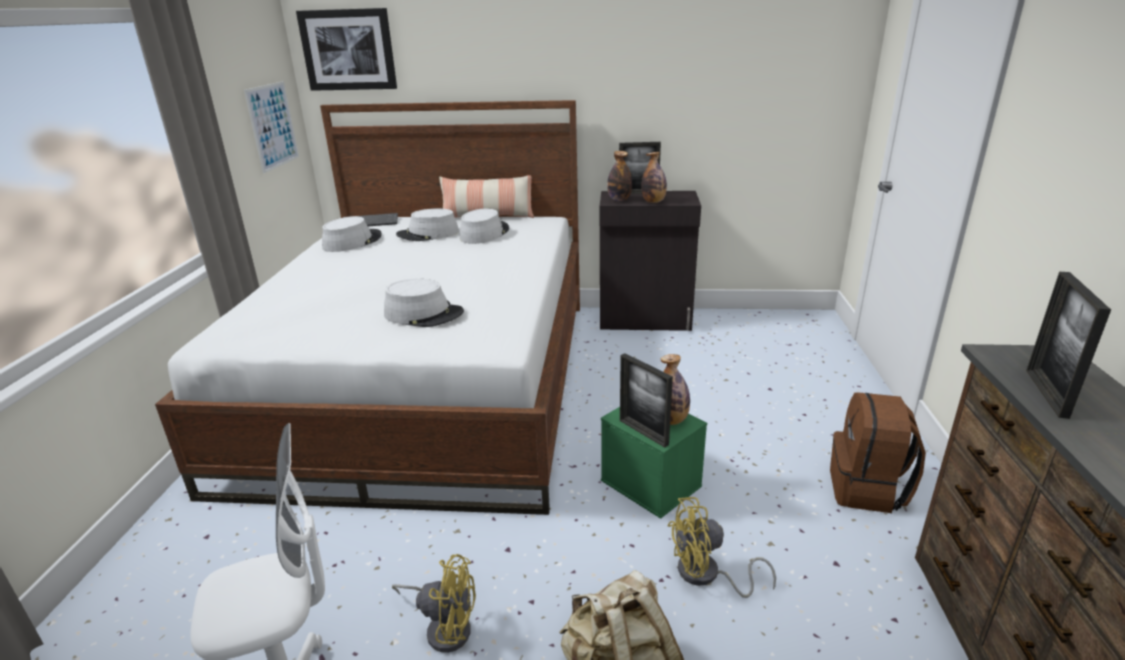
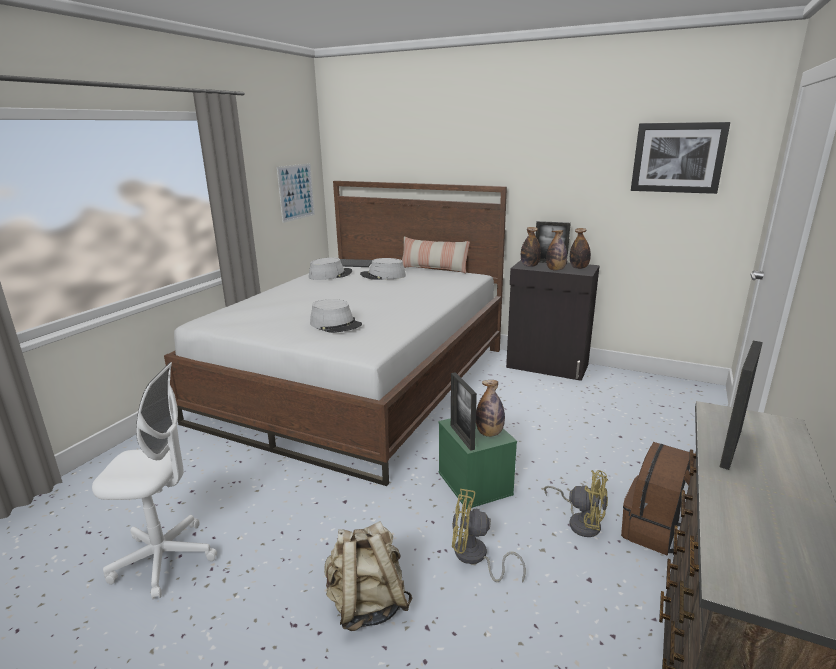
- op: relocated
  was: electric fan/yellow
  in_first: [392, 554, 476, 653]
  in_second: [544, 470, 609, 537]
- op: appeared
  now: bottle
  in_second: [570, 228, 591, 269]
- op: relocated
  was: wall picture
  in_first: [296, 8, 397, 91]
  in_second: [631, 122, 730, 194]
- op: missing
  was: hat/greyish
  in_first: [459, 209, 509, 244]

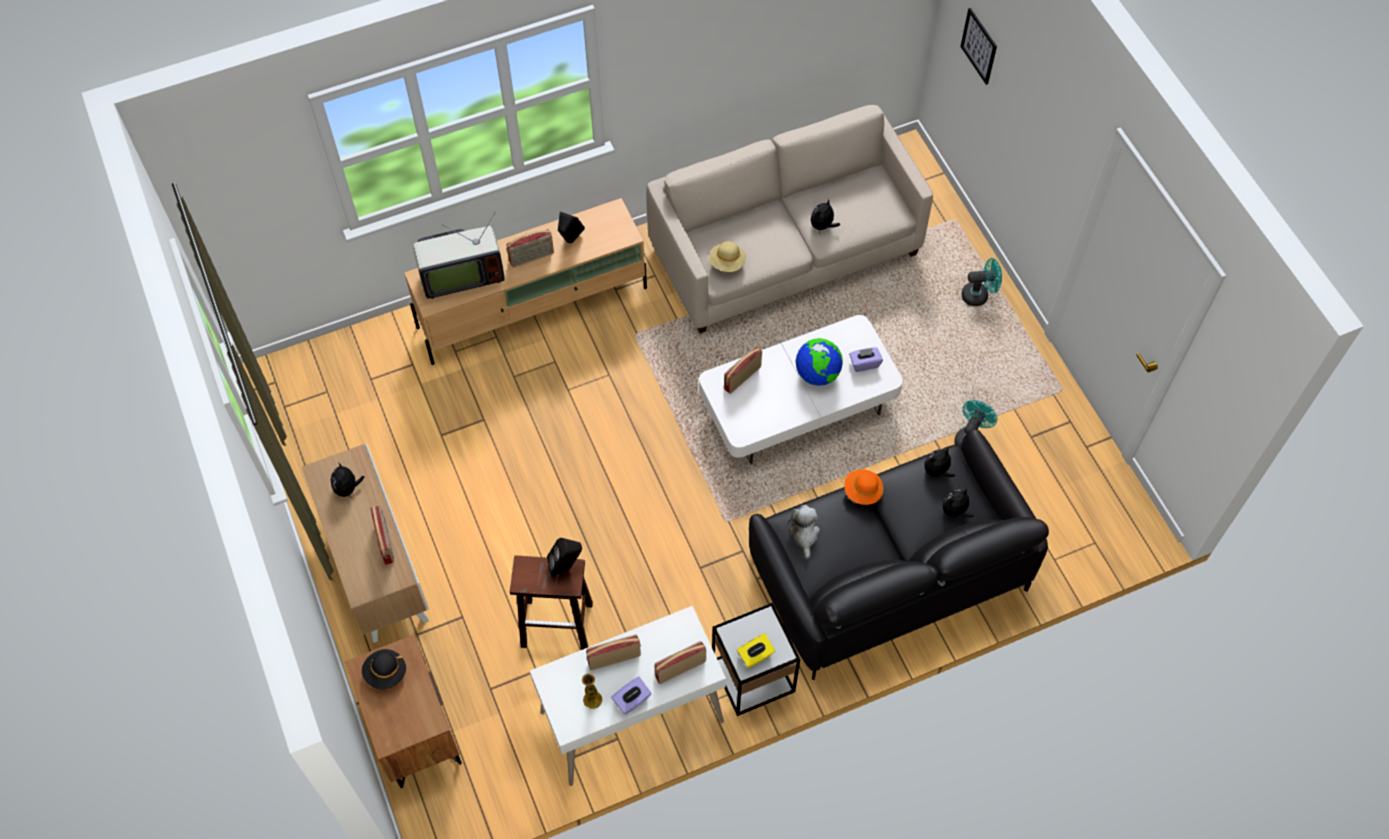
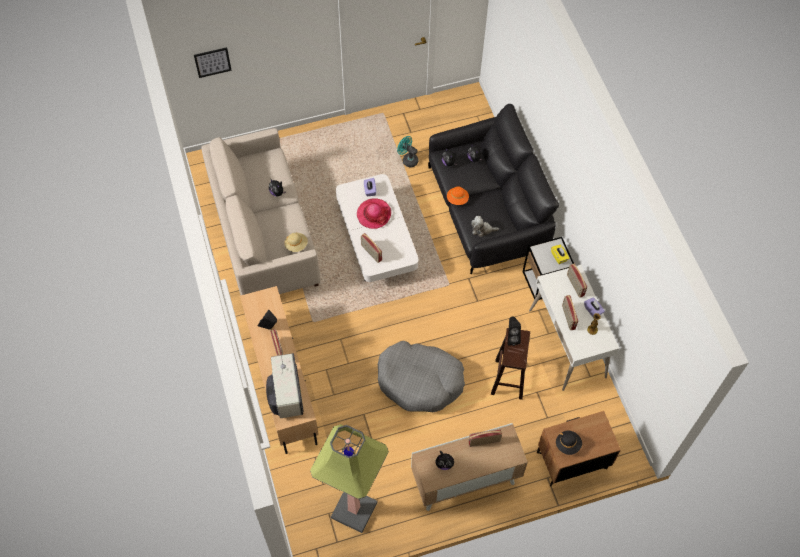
- op: appeared
  now: floor lamp
  in_second: [310, 424, 389, 533]
- op: exchanged
  was: desk globe
  now: hat
  in_first: [796, 338, 843, 386]
  in_second: [357, 198, 391, 229]
- op: appeared
  now: dog cushion/greyish
  in_second: [378, 341, 465, 412]
- op: missing
  was: electric fan/turquoise-coloured
  in_first: [961, 258, 1002, 306]

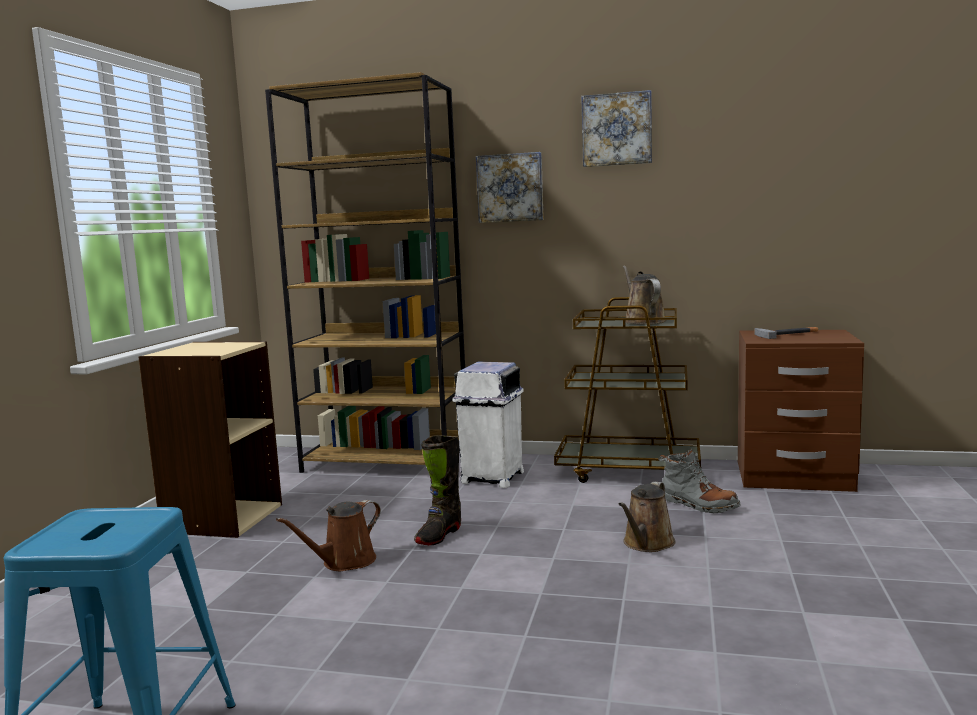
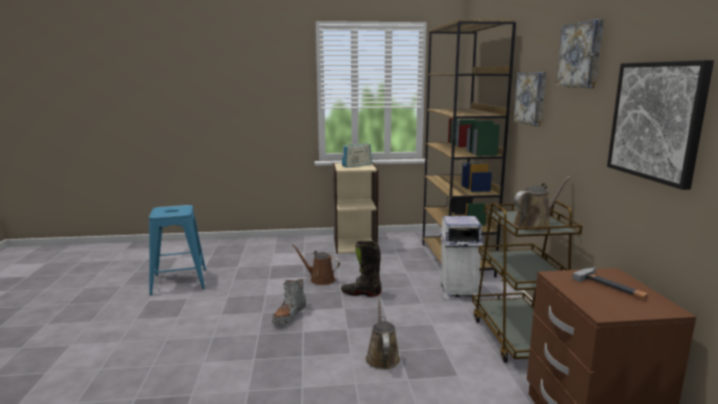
- op: relocated
  was: high-top boot/greyish
  in_first: [658, 449, 741, 514]
  in_second: [272, 279, 306, 325]
- op: appeared
  now: radio receiver
  in_second: [342, 140, 372, 168]
- op: spun
  was: watering pot/brown
  in_first: [618, 482, 676, 552]
  in_second: [366, 297, 400, 370]
  clockwise: 75
- op: appeared
  now: wall picture
  in_second: [607, 60, 714, 190]

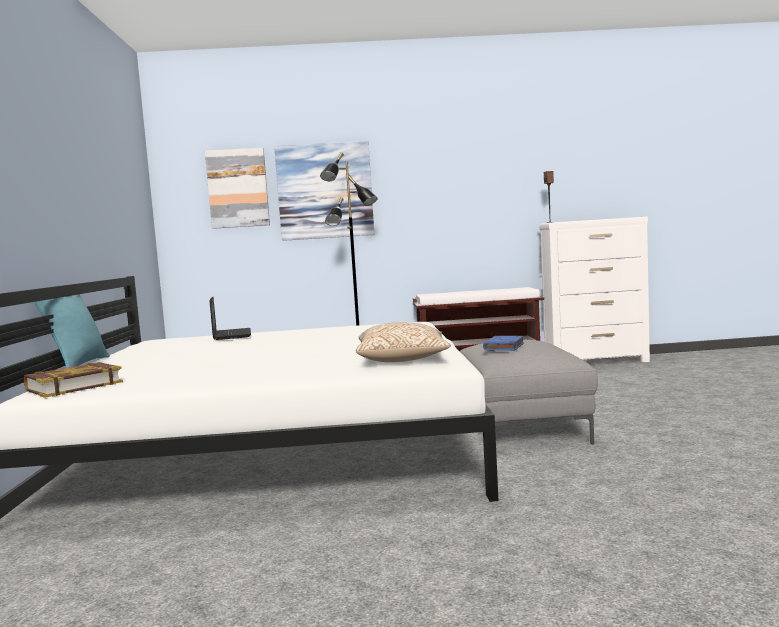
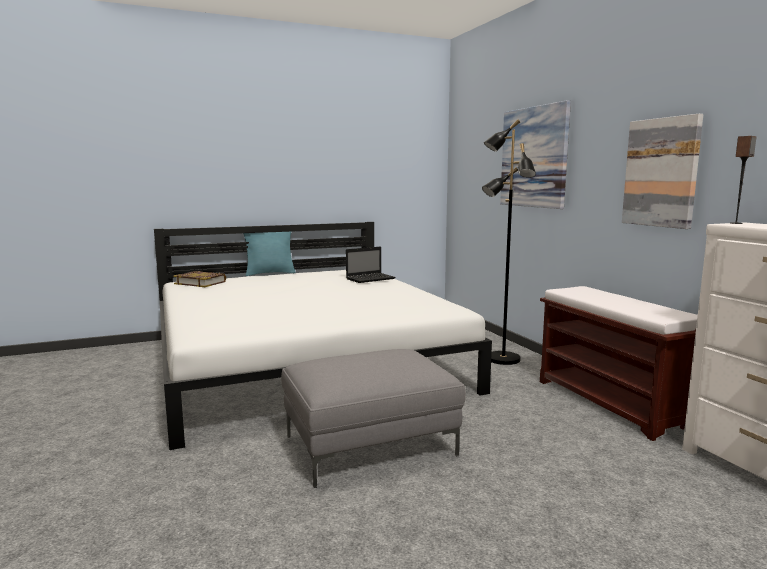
- op: relocated
  was: wall picture
  in_first: [205, 147, 270, 229]
  in_second: [622, 114, 703, 229]
- op: missing
  was: throw pillow
  in_first: [356, 322, 451, 362]
- op: missing
  was: book/blue-coloured
  in_first: [483, 336, 524, 351]

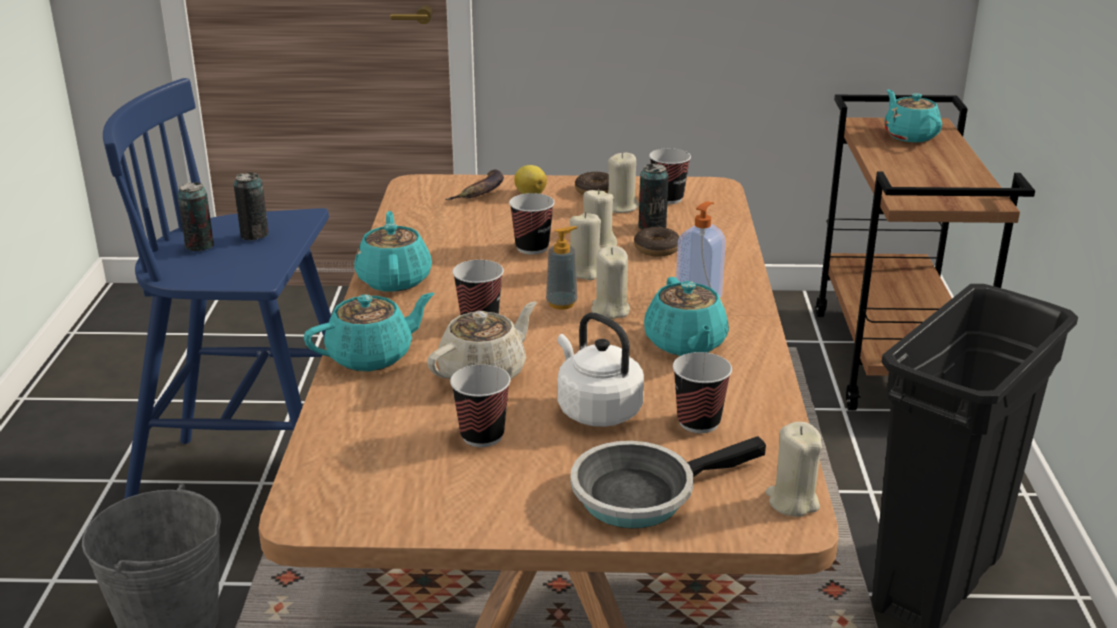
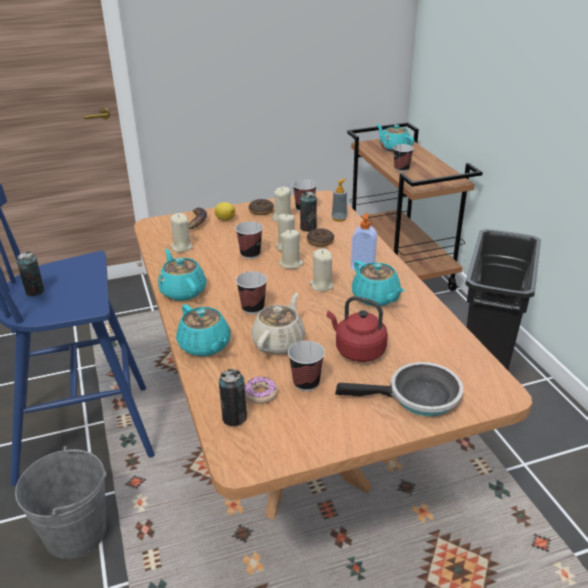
- op: relocated
  was: wax light/beige-coloured
  in_first: [766, 422, 822, 517]
  in_second: [170, 213, 193, 252]
- op: spun
  was: pot for tea/turquoise-coloured
  in_first: [304, 293, 434, 372]
  in_second: [176, 304, 231, 356]
  clockwise: 105
- op: relocated
  was: metal can
  in_first: [234, 172, 269, 240]
  in_second: [219, 369, 247, 426]
- op: appeared
  now: donut
  in_second: [245, 377, 278, 404]
- op: colour
  was: kettle/whitish
  now: kettle/red-coloured
  in_first: [558, 312, 644, 427]
  in_second: [327, 296, 388, 362]
- op: relocated
  was: soap bottle
  in_first: [546, 226, 578, 310]
  in_second: [332, 178, 347, 222]
- op: spun
  was: frying pan
  in_first: [570, 436, 766, 528]
  in_second: [335, 362, 463, 417]
  clockwise: -135
- op: relocated
  was: drinking cup
  in_first: [673, 352, 732, 433]
  in_second: [393, 144, 414, 172]

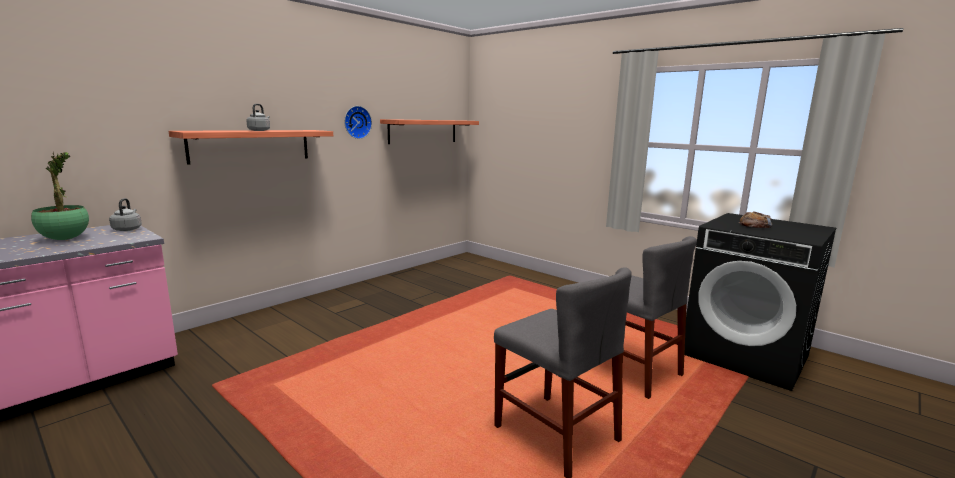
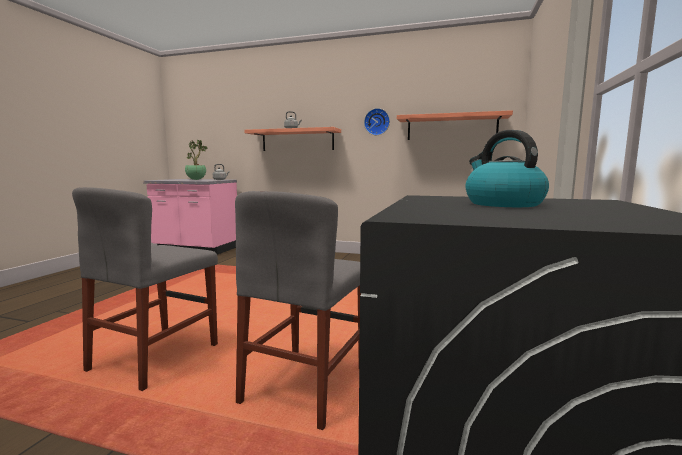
- op: exchanged
  was: bakery bread
  now: kettle
  in_first: [739, 211, 772, 228]
  in_second: [465, 130, 549, 207]

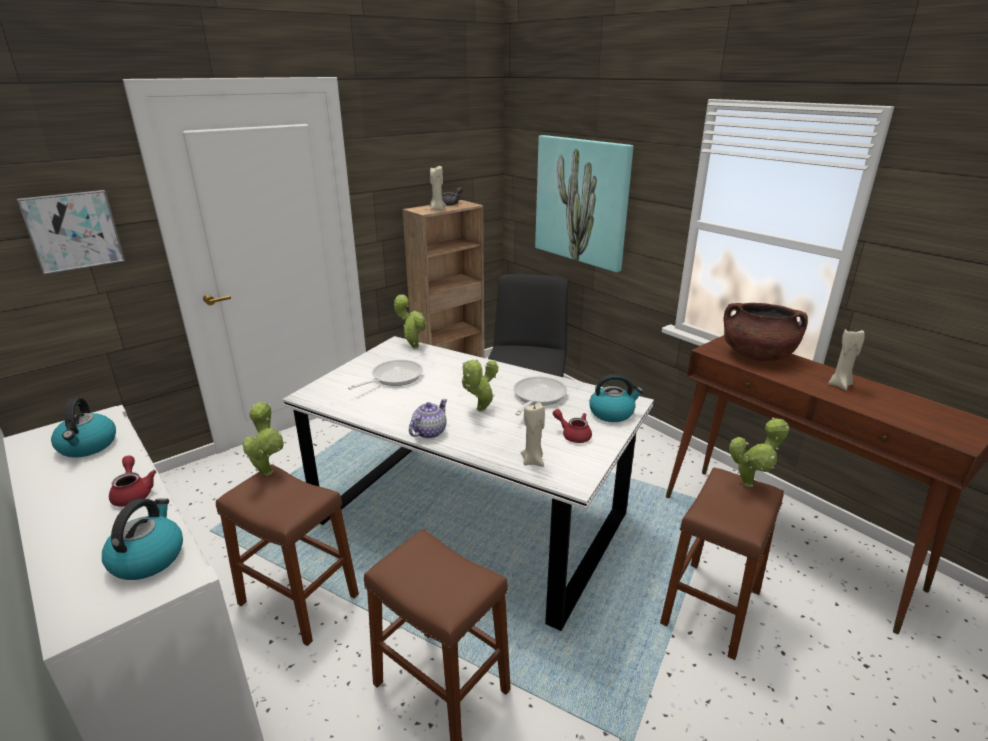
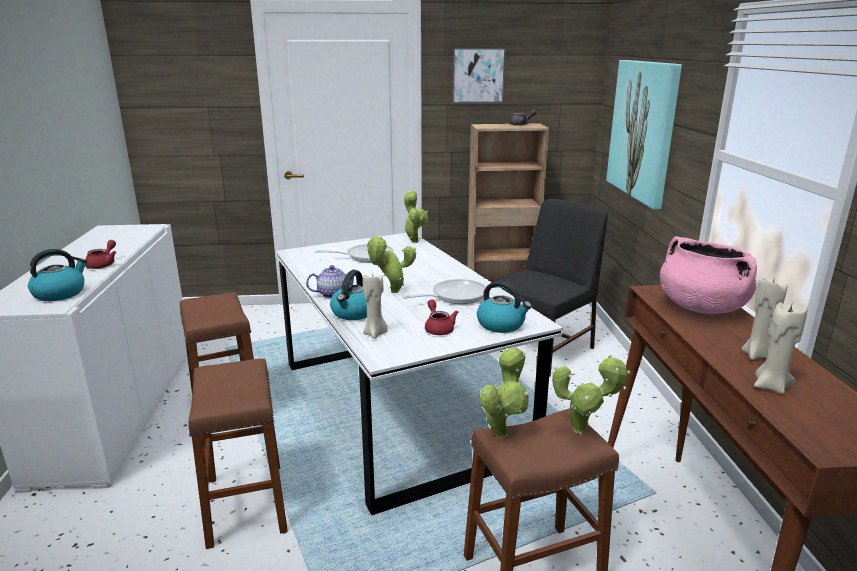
- op: relocated
  was: kettle
  in_first: [51, 397, 116, 458]
  in_second: [330, 270, 367, 320]
- op: relocated
  was: wall picture
  in_first: [17, 190, 125, 275]
  in_second: [453, 48, 506, 103]
- op: relocated
  was: potted plant
  in_first: [242, 402, 284, 476]
  in_second: [480, 347, 529, 439]
- op: colour
  was: cooking pot/brown
  now: cooking pot/pinkish
  in_first: [723, 303, 808, 361]
  in_second: [660, 236, 757, 314]
- op: relocated
  was: wax light/beige-coloured
  in_first: [430, 166, 446, 210]
  in_second: [754, 302, 807, 394]

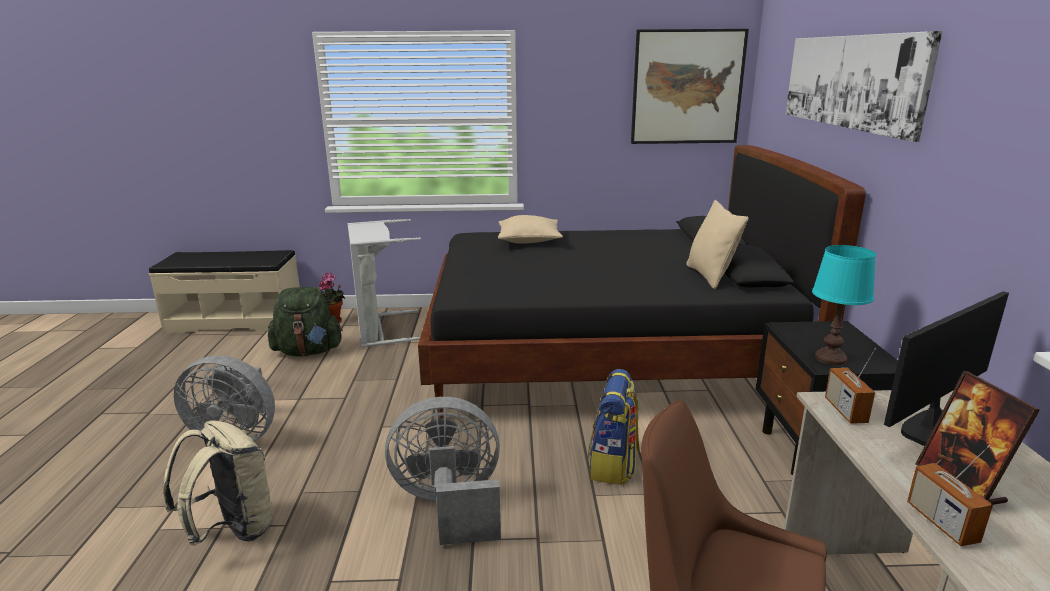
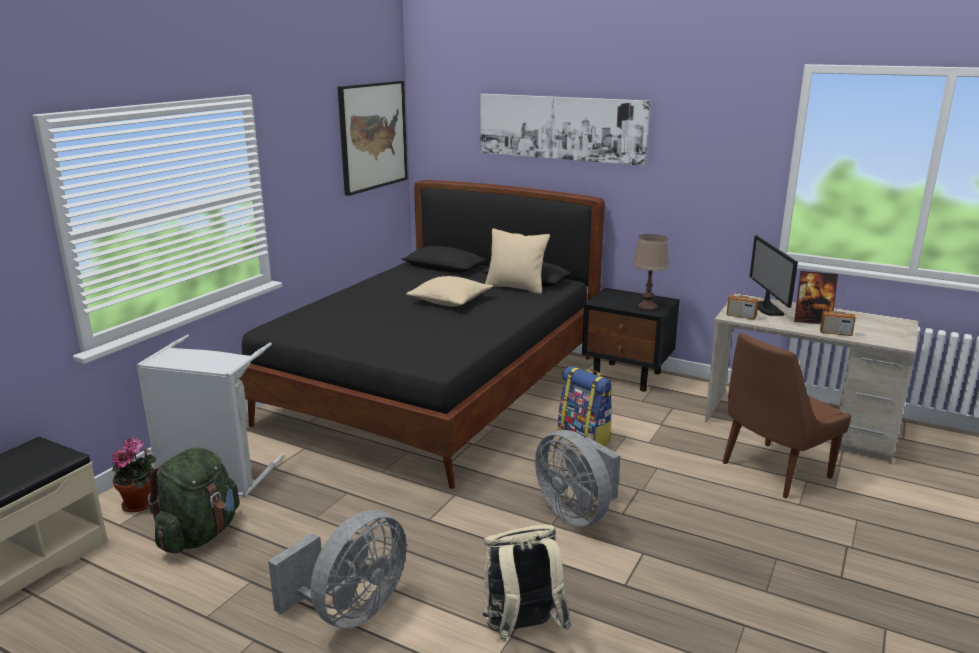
- op: relocated
  was: throw pillow/beige-coloured
  in_first: [498, 215, 563, 244]
  in_second: [406, 276, 493, 306]
- op: spun
  was: electric fan/greyish
  in_first: [385, 397, 501, 545]
  in_second: [535, 430, 620, 527]
  clockwise: -60
- op: colour
  was: table lamp/turquoise-coloured
  now: table lamp/brown
  in_first: [812, 245, 876, 365]
  in_second: [633, 234, 669, 311]

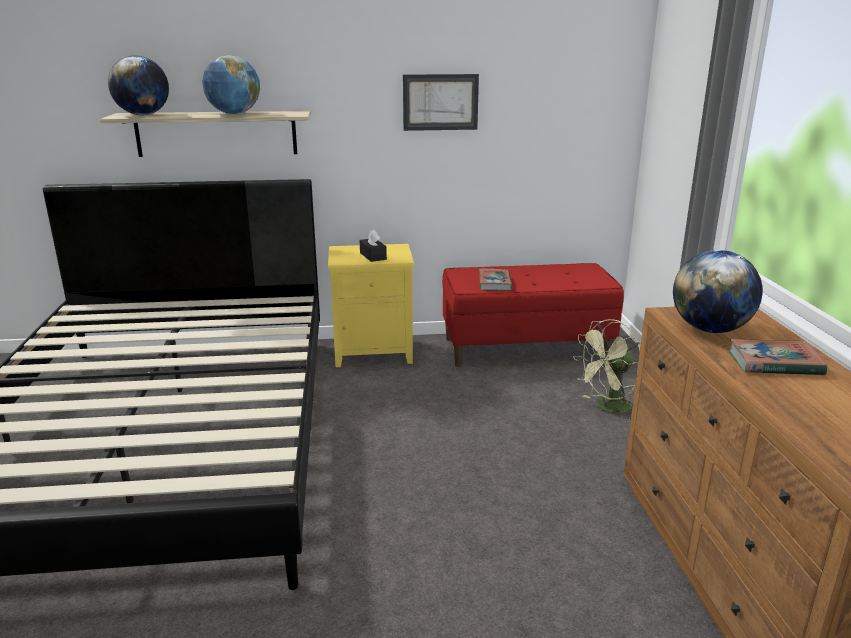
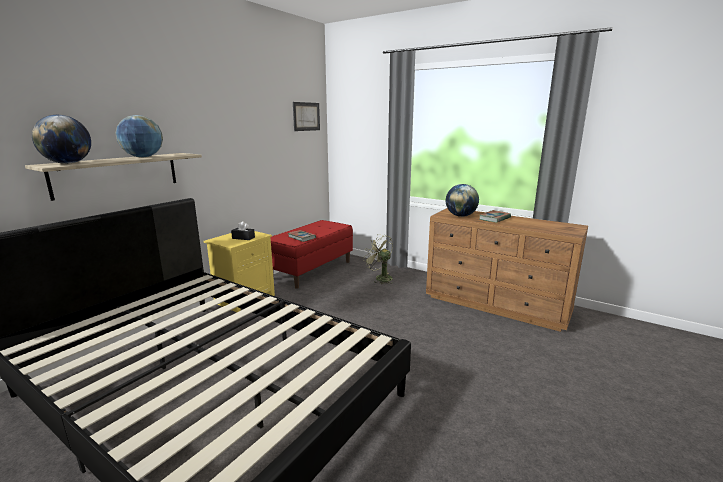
- op: relocated
  was: wall picture
  in_first: [403, 74, 479, 131]
  in_second: [293, 102, 320, 131]
- op: spun
  was: electric fan/green
  in_first: [573, 319, 640, 419]
  in_second: [363, 234, 393, 284]
  clockwise: 120

